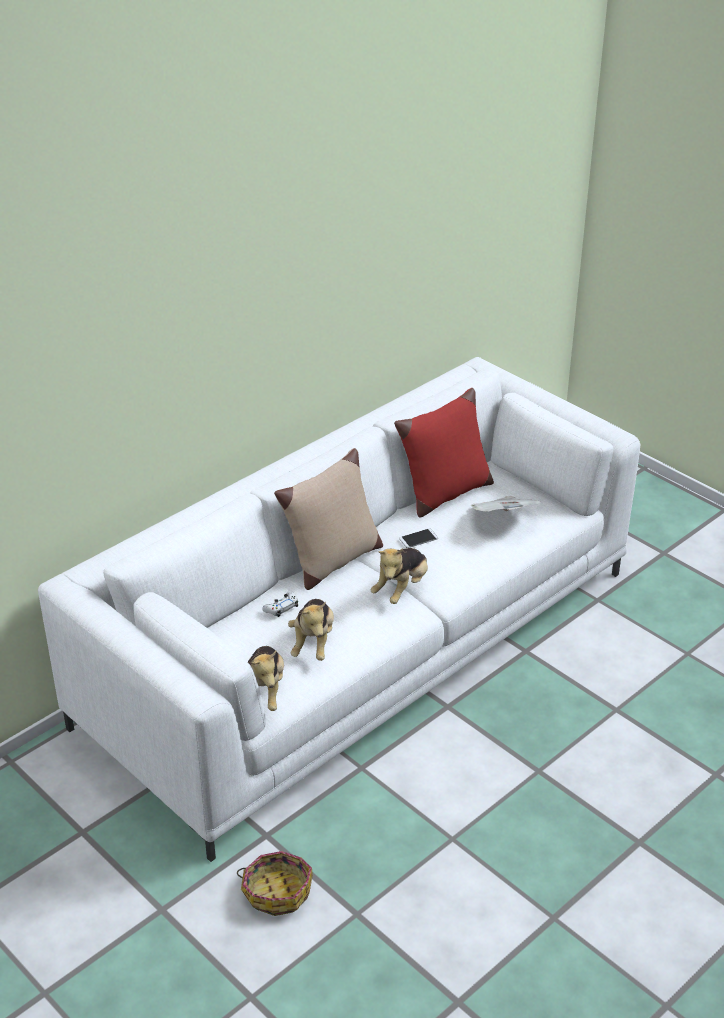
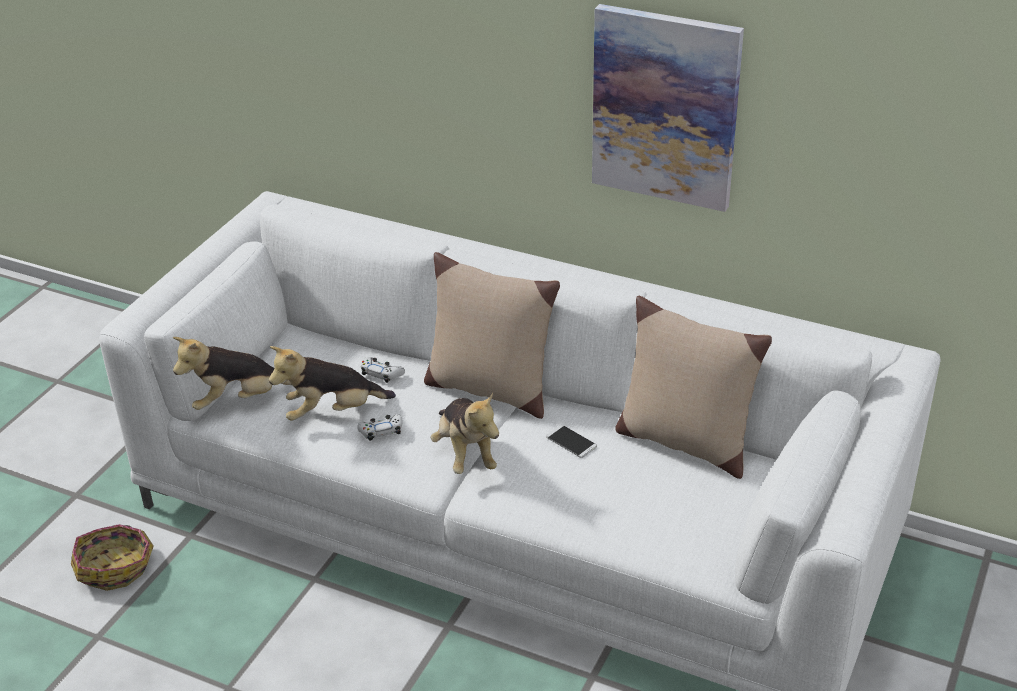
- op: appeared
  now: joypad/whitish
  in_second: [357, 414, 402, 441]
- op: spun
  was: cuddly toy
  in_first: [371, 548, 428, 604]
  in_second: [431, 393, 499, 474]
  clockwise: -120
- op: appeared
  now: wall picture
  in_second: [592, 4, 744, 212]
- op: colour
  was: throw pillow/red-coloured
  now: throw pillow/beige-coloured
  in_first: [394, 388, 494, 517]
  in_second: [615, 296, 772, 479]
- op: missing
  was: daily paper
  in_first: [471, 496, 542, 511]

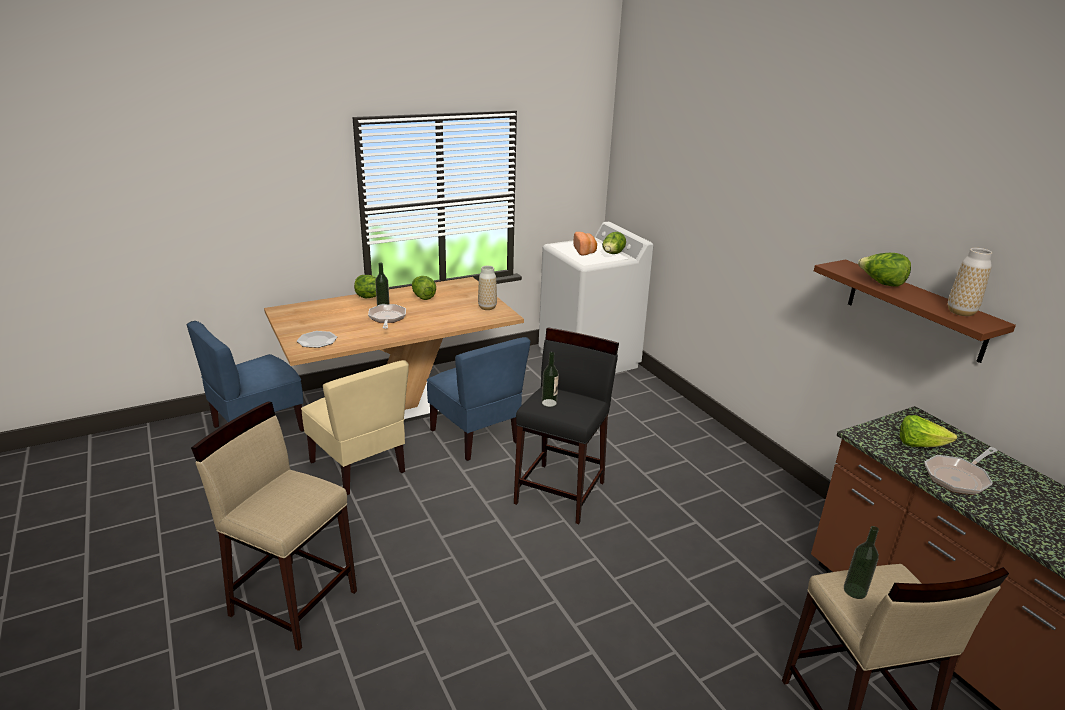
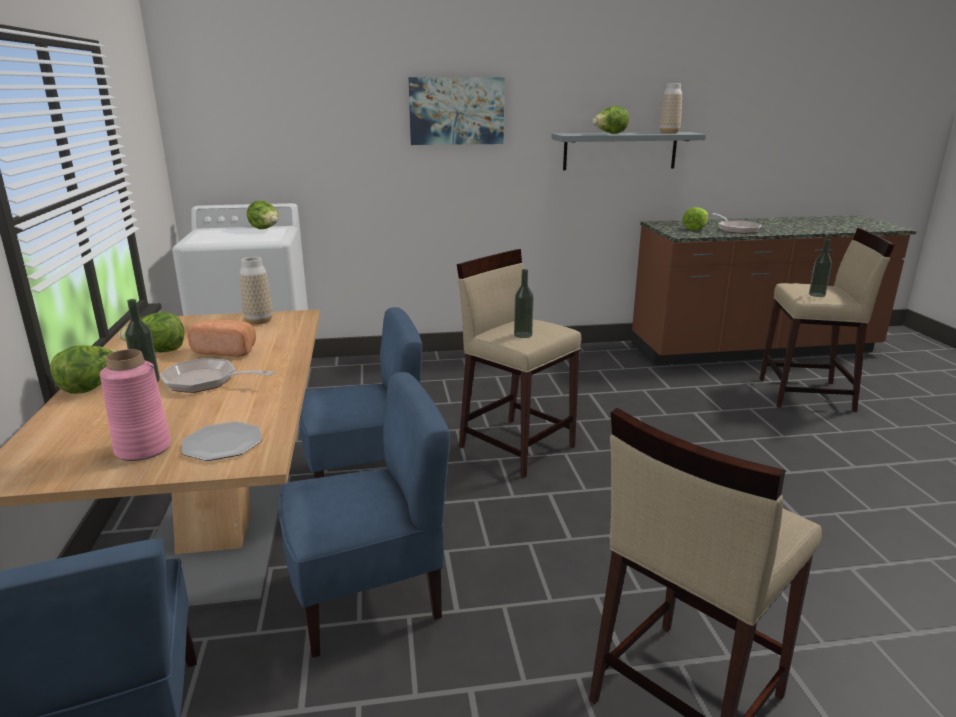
- op: appeared
  now: decorative vase/pinkish
  in_second: [100, 349, 171, 461]
- op: relocated
  was: bakery bread
  in_first: [573, 232, 597, 255]
  in_second: [188, 320, 256, 357]
- op: colour
  was: chair/beige-coloured
  now: chair/blue-coloured
  in_first: [301, 360, 409, 495]
  in_second: [278, 372, 450, 658]
- op: appeared
  now: wall picture
  in_second: [408, 77, 504, 145]
- op: colour
  was: sitting stool/blackish
  now: sitting stool/beige-coloured
  in_first: [514, 327, 619, 524]
  in_second: [457, 249, 581, 478]
- op: colour
  was: wall shelf/brown
  now: wall shelf/greyish
  in_first: [814, 260, 1016, 363]
  in_second: [551, 132, 706, 170]

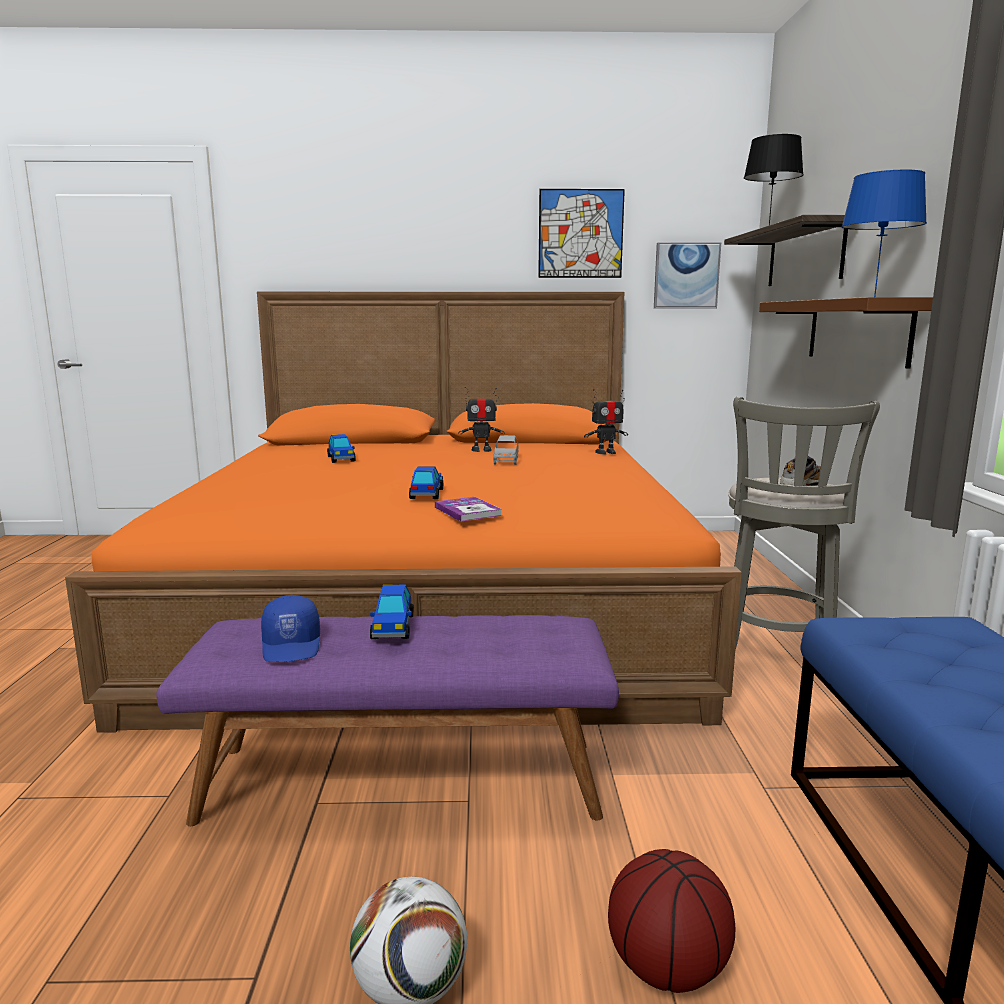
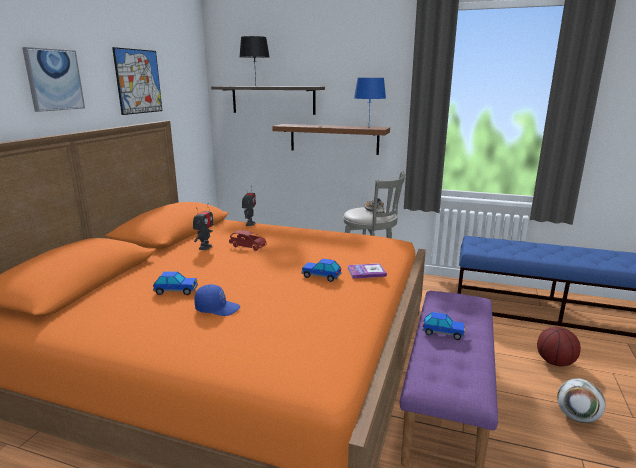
- op: relocated
  was: wall picture
  in_first: [654, 242, 721, 309]
  in_second: [22, 47, 85, 112]
- op: relocated
  was: peaked cap/blue-coloured
  in_first: [261, 595, 320, 662]
  in_second: [194, 284, 240, 316]
- op: colour
  was: toy car/greyish
  now: toy car/red-coloured
  in_first: [493, 435, 519, 465]
  in_second: [229, 230, 266, 251]

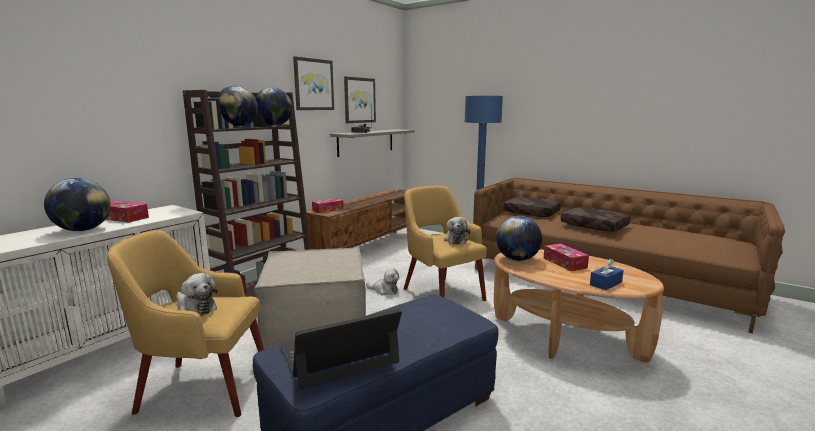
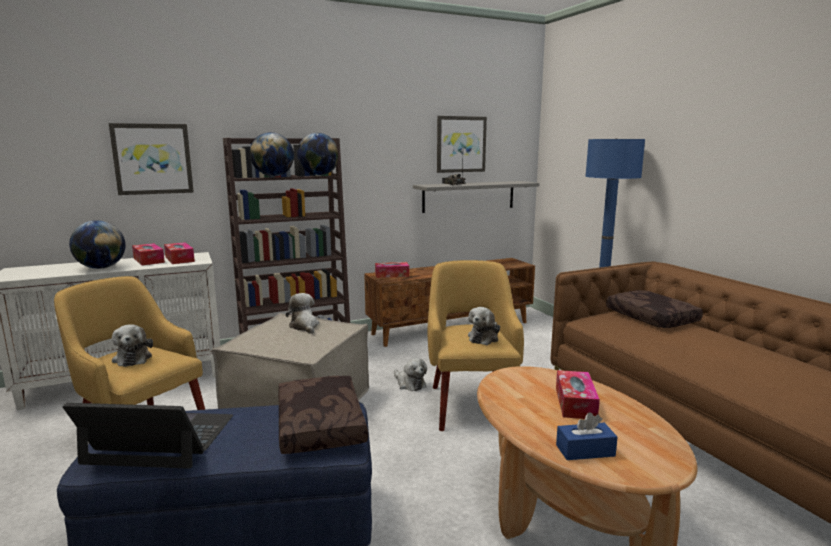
- op: relocated
  was: wall picture
  in_first: [293, 56, 334, 110]
  in_second: [109, 123, 194, 195]
- op: appeared
  now: box of tissues
  in_second: [164, 242, 195, 264]
- op: relocated
  was: throw pillow/brown
  in_first: [561, 207, 630, 232]
  in_second: [278, 376, 368, 454]
- op: appeared
  now: cuddly toy
  in_second: [286, 293, 319, 334]
- op: missing
  was: desk globe
  in_first: [496, 216, 542, 261]

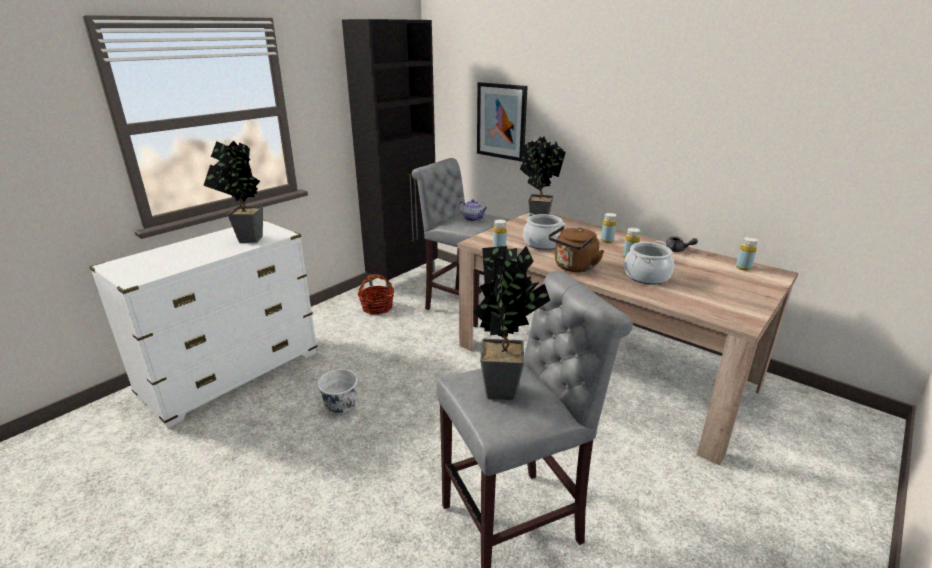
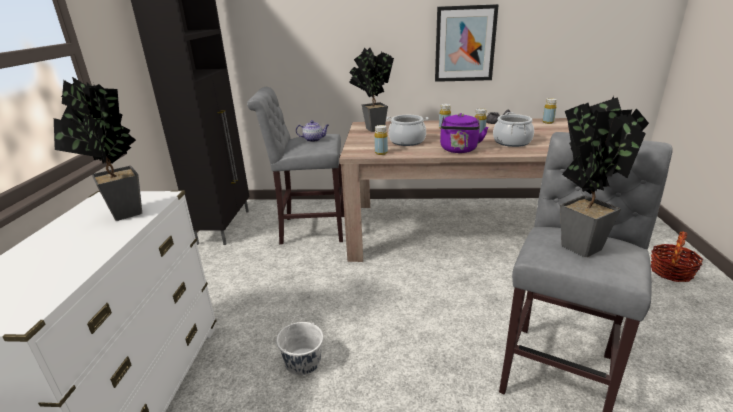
- op: relocated
  was: wall picture
  in_first: [477, 82, 528, 162]
  in_second: [435, 4, 499, 82]
- op: colour
  was: kettle/brown
  now: kettle/purplish
  in_first: [548, 226, 604, 272]
  in_second: [440, 113, 488, 153]
- op: relocated
  was: household basket
  in_first: [357, 274, 394, 315]
  in_second: [651, 231, 703, 282]

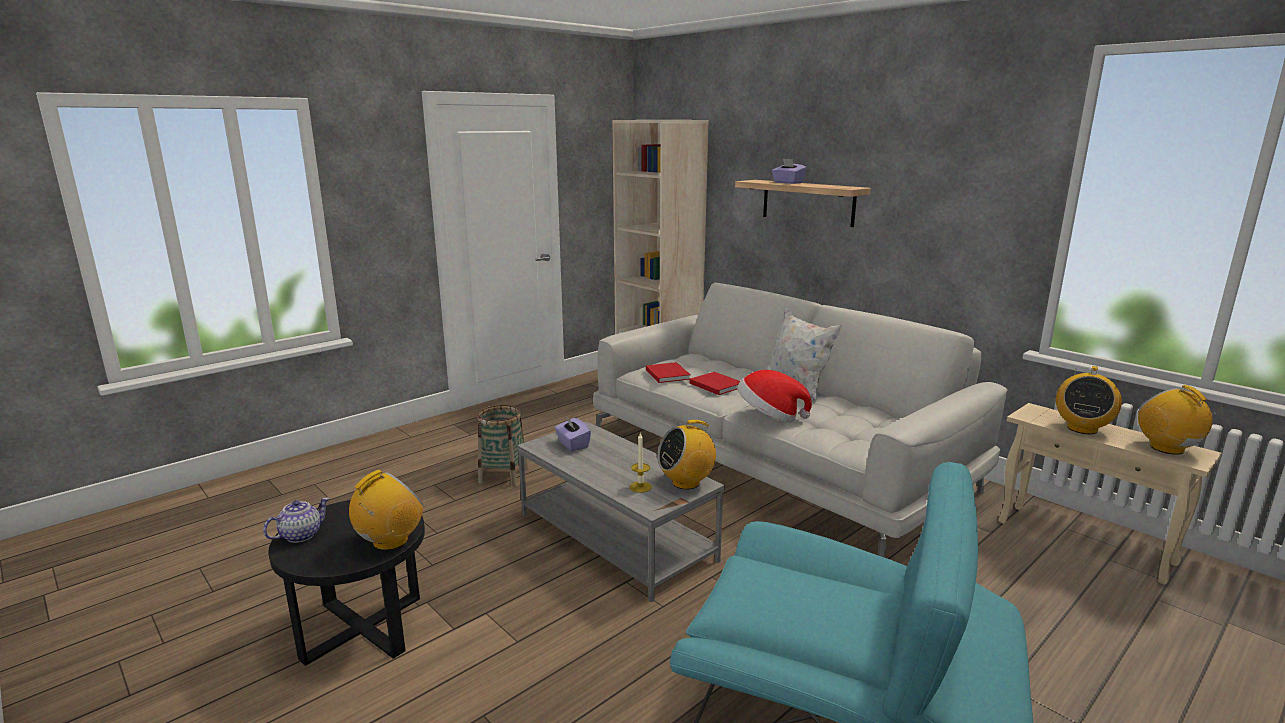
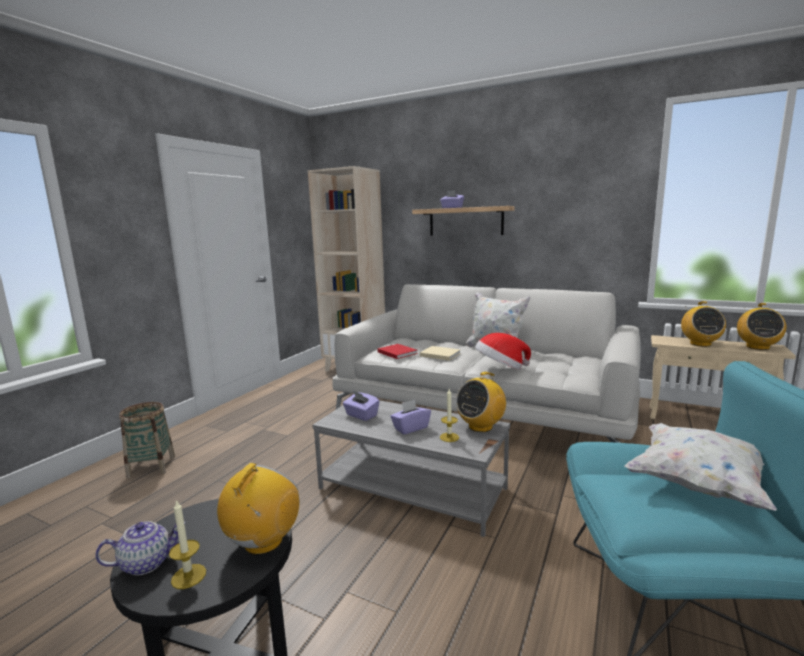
- op: spun
  was: pot for tea
  in_first: [263, 497, 330, 543]
  in_second: [95, 521, 185, 576]
  clockwise: 45
- op: relocated
  was: household basket
  in_first: [477, 405, 528, 486]
  in_second: [119, 402, 175, 479]
- op: appeared
  now: wax light
  in_second: [169, 499, 206, 589]
- op: appeared
  now: box of tissues/purplish
  in_second: [390, 400, 431, 435]
- op: colour
  was: book/red-coloured
  now: book/beige-coloured
  in_first: [689, 372, 740, 395]
  in_second: [420, 346, 461, 361]
- op: appeared
  now: throw pillow/whitish
  in_second: [624, 423, 776, 511]
- op: spun
  was: radio receiver
  in_first: [1138, 385, 1225, 455]
  in_second: [737, 303, 787, 350]
  clockwise: -120

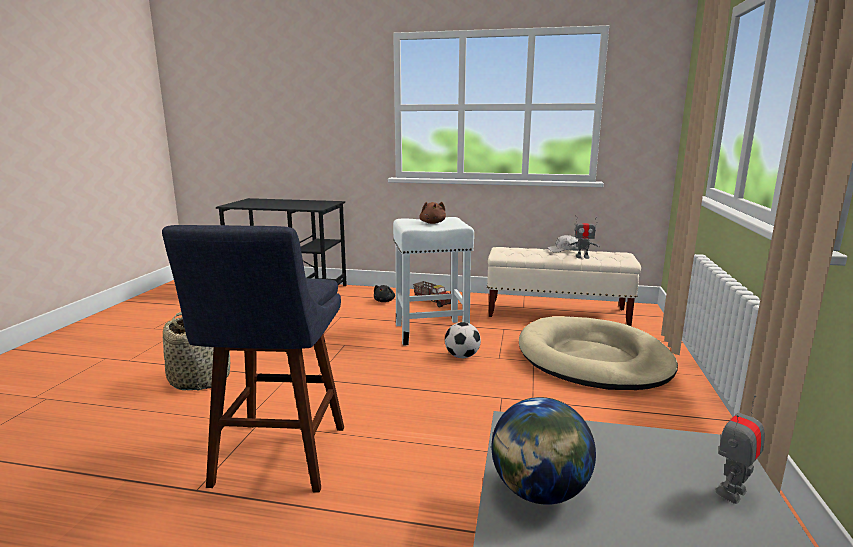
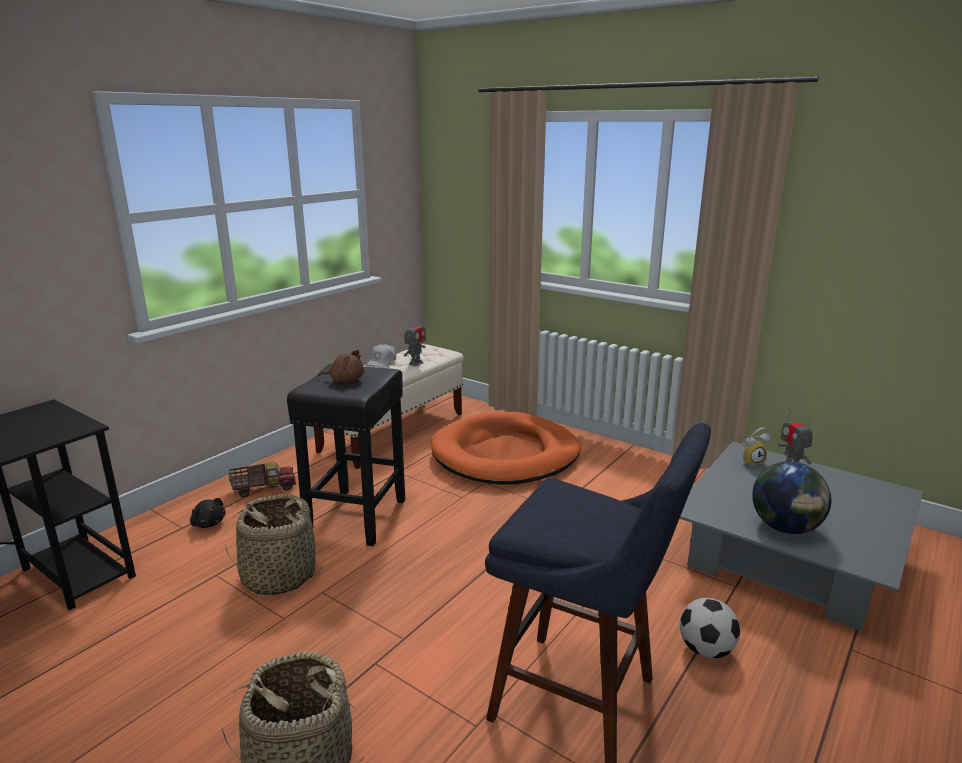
- op: appeared
  now: household basket
  in_second: [225, 494, 323, 595]
- op: colour
  was: sitting stool/whitish
  now: sitting stool/blackish
  in_first: [393, 217, 474, 346]
  in_second: [287, 363, 405, 546]
- op: colour
  was: dog cushion/beige-coloured
  now: dog cushion/orangey
  in_first: [519, 316, 678, 390]
  in_second: [431, 412, 581, 485]
- op: relocated
  was: football
  in_first: [445, 322, 481, 358]
  in_second: [680, 598, 740, 659]
- op: appeared
  now: table clock
  in_second: [743, 427, 771, 466]

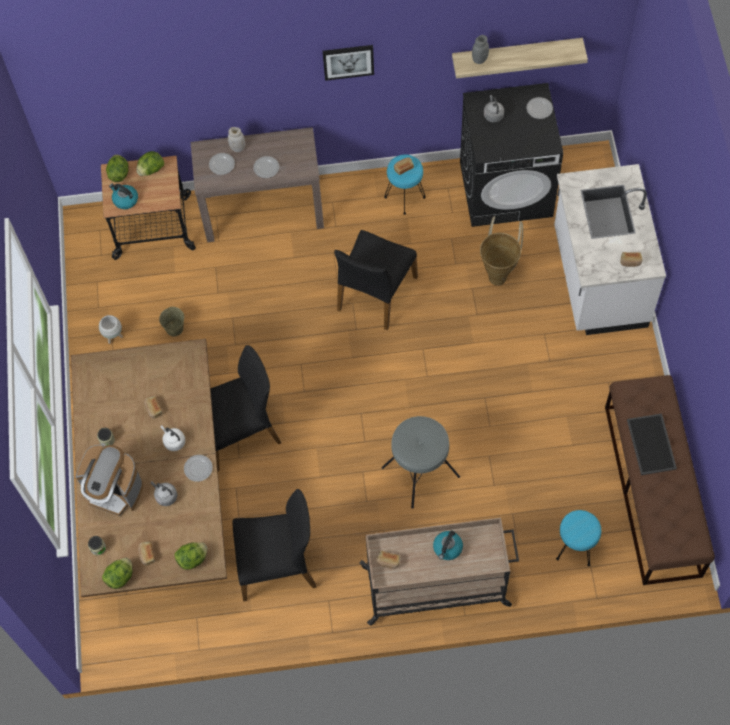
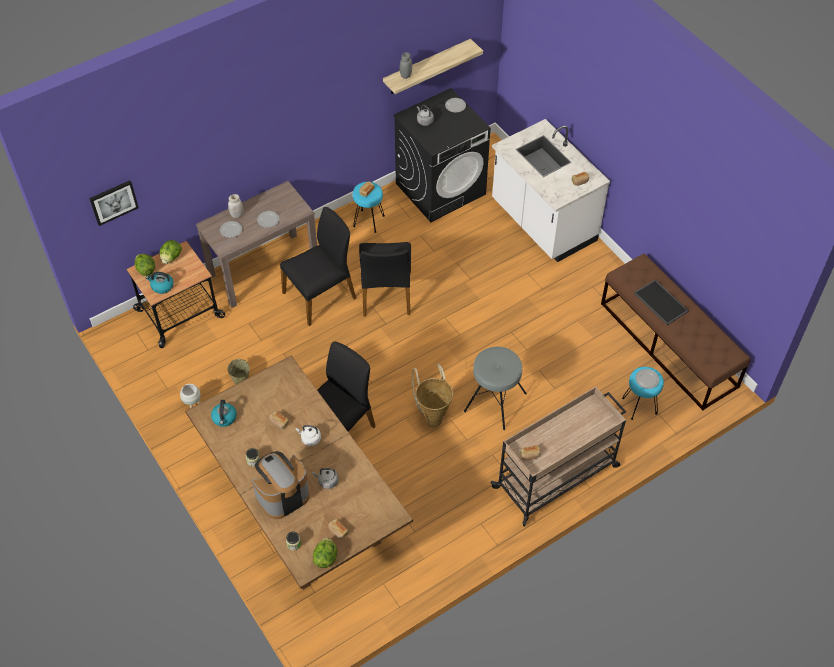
- op: relocated
  was: wall picture
  in_first: [323, 45, 374, 81]
  in_second: [89, 180, 139, 226]
- op: relocated
  was: kettle
  in_first: [433, 530, 463, 560]
  in_second: [211, 400, 237, 427]
- op: spun
  was: coffee machine
  in_first: [76, 445, 143, 516]
  in_second: [251, 451, 310, 519]
  clockwise: 150
- op: relocated
  was: chair/blackish
  in_first: [233, 489, 316, 601]
  in_second: [280, 207, 356, 326]
- op: relocated
  was: household basket
  in_first: [480, 216, 523, 286]
  in_second: [412, 364, 453, 428]
- op: relocated
  was: flat dish
  in_first: [184, 455, 213, 482]
  in_second: [635, 369, 659, 389]
- op: missing
  was: head of lettuce
  in_first: [175, 542, 207, 570]

